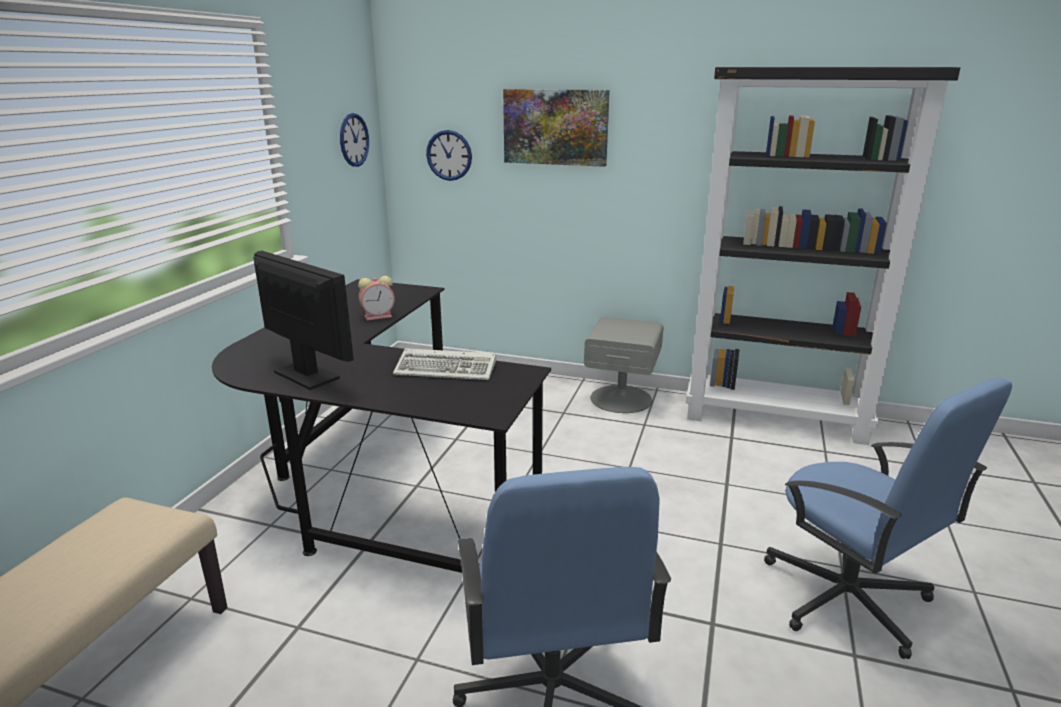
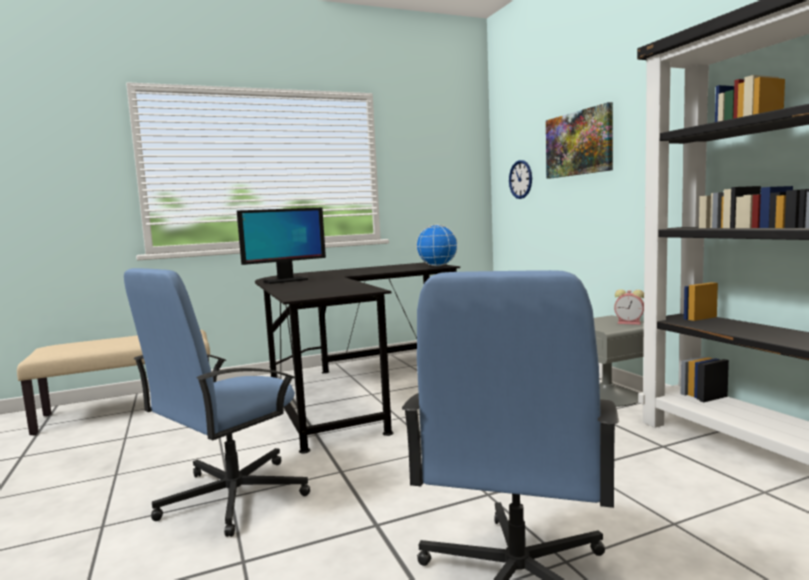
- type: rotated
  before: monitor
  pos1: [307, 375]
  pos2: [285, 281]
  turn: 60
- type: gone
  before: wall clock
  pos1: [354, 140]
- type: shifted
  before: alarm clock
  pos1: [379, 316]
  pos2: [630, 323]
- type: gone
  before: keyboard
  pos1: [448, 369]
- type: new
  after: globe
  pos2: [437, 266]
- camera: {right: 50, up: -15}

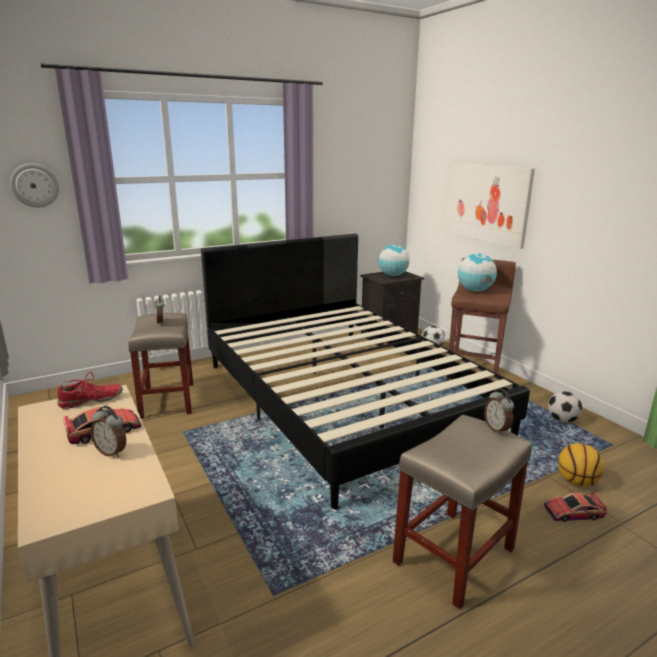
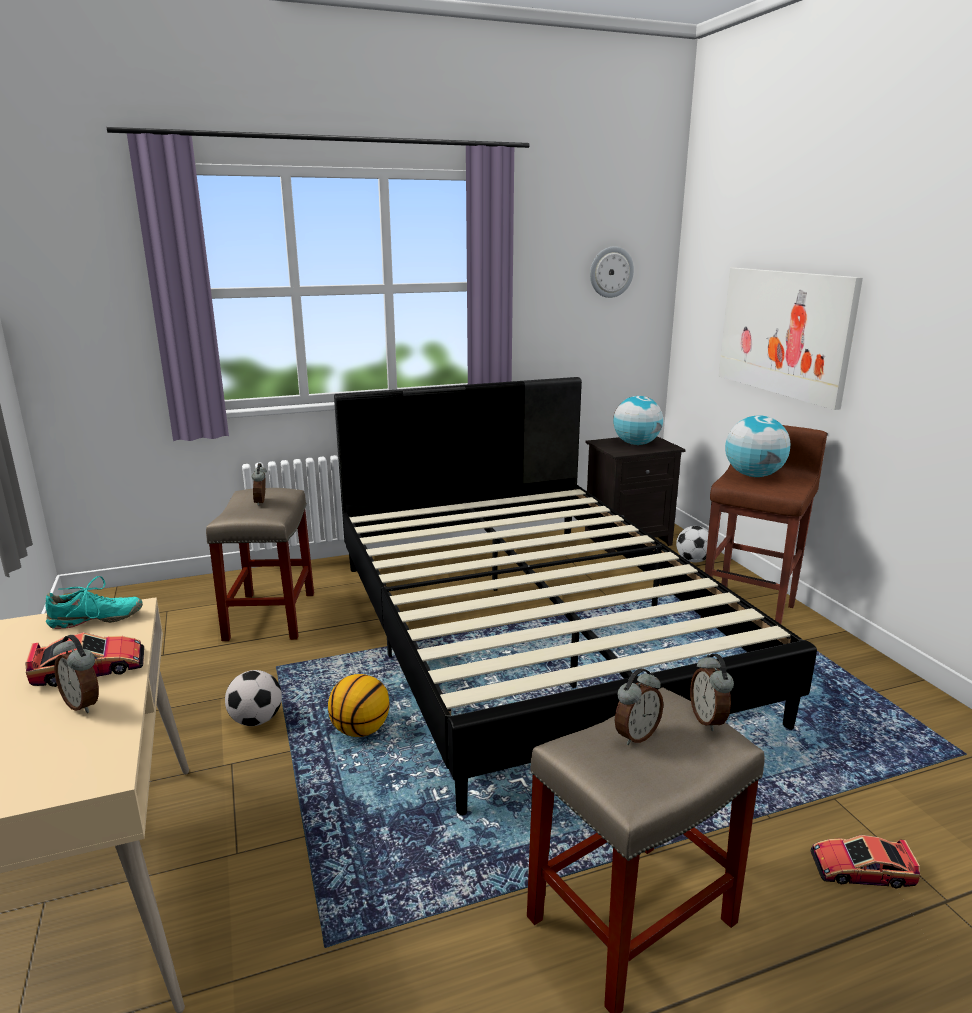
- type: shifted
  before: wall clock
  pos1: [35, 185]
  pos2: [611, 272]
- type: repainted
  before: red shoe
  after: turquoise shoe
  pos1: [91, 401]
  pos2: [96, 620]
- type: shifted
  before: football
  pos1: [562, 420]
  pos2: [256, 720]
- type: shifted
  before: basketball
  pos1: [577, 481]
  pos2: [361, 730]
- type: new
  after: alarm clock
  pos2: [635, 735]
- camera: {right: 10, up: 0}

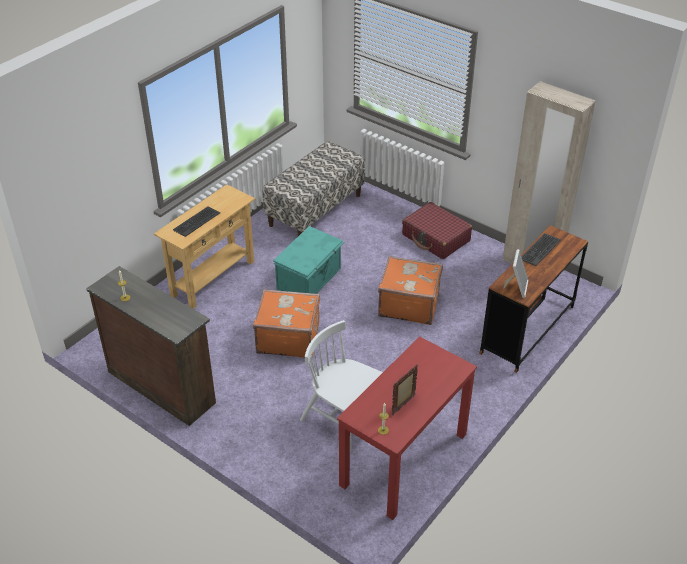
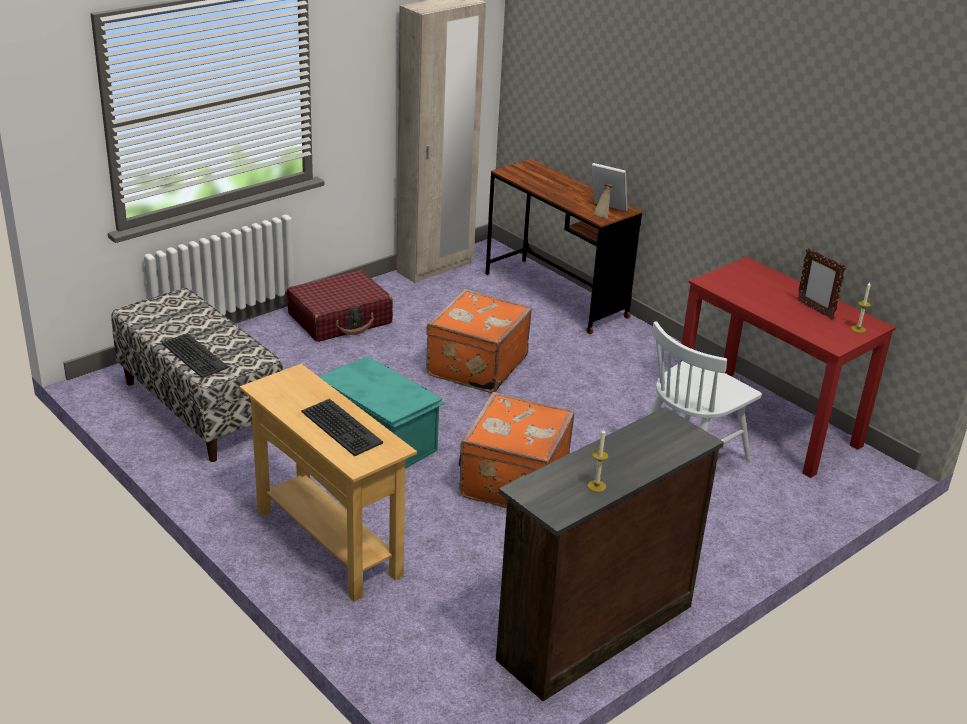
- type: shifted
  before: keyboard
  pos1: [539, 249]
  pos2: [194, 356]
- camera: {right: -80, up: -10}

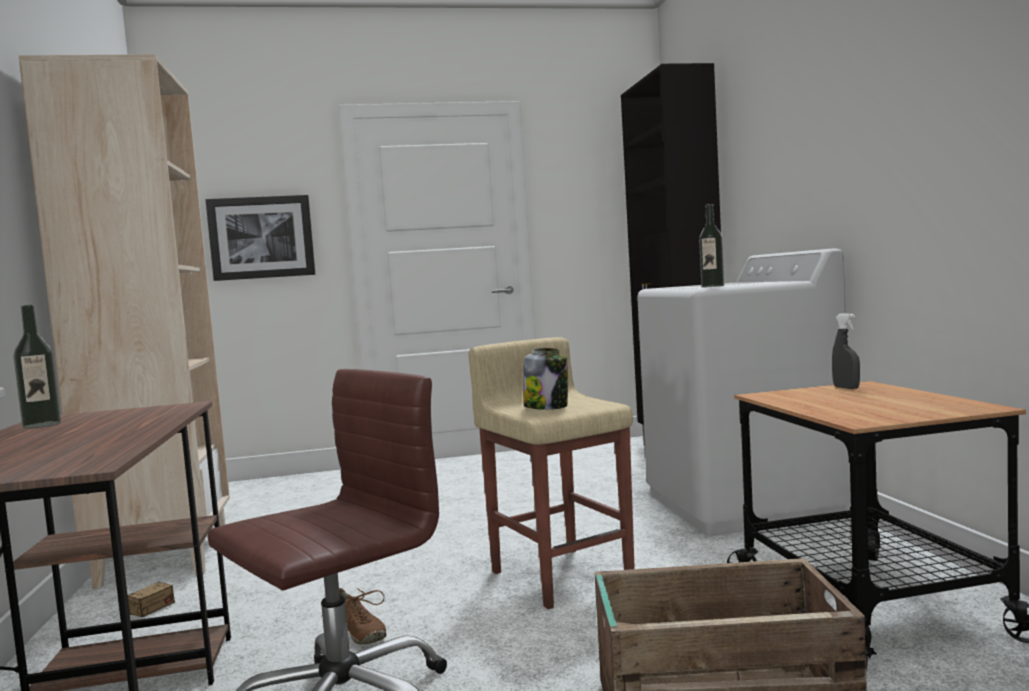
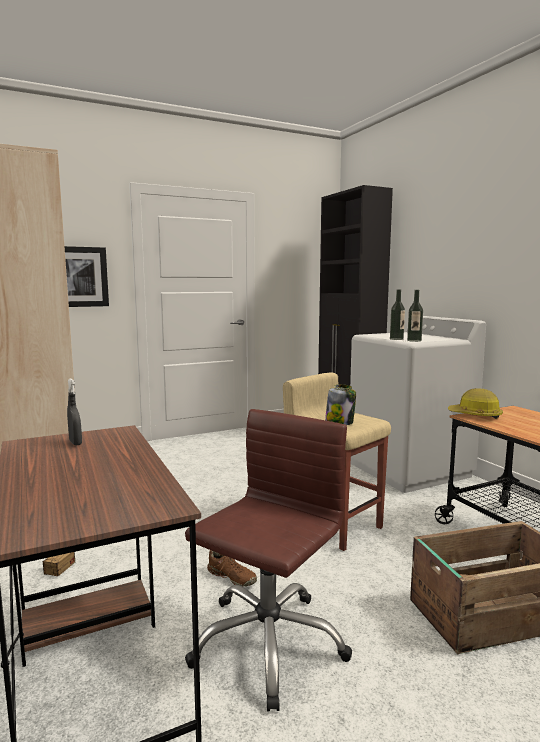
- type: shifted
  before: bottle
  pos1: [42, 425]
  pos2: [396, 339]
- type: shifted
  before: grey spray bottle
  pos1: [846, 388]
  pos2: [75, 443]
- type: new
  after: hard hat
  pos2: [475, 415]
- camera: {right: -15, up: 5}

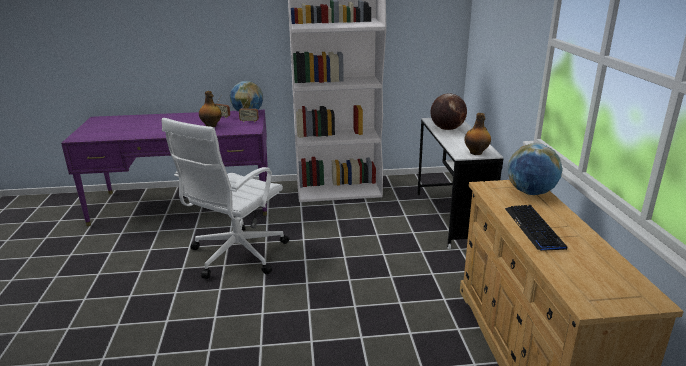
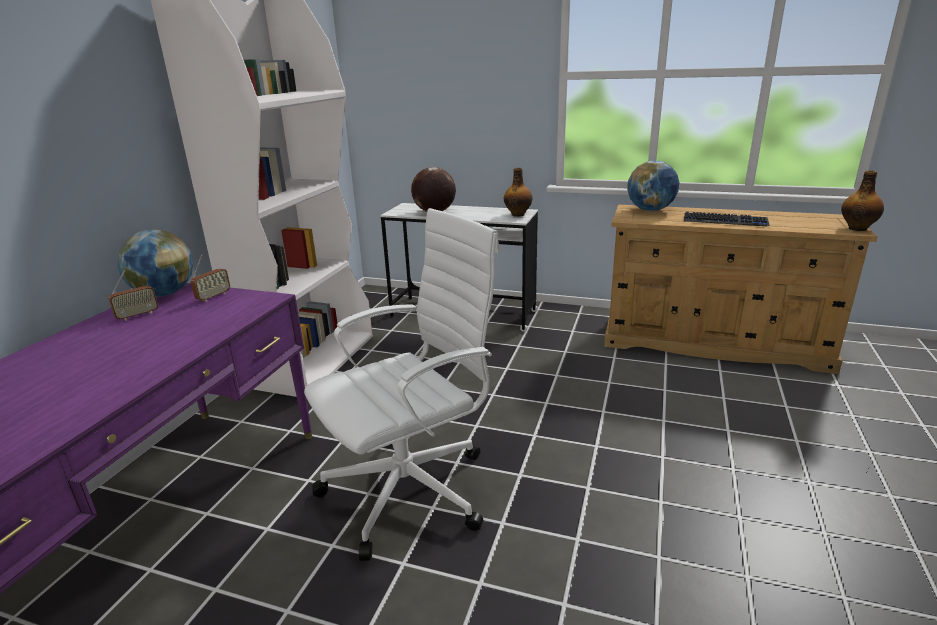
- type: rotated
  before: white office chair
  pos1: [236, 255]
  pos2: [412, 489]
  turn: -90
- type: shifted
  before: bottle
  pos1: [211, 126]
  pos2: [857, 228]
- camera: {right: -65, up: 0}

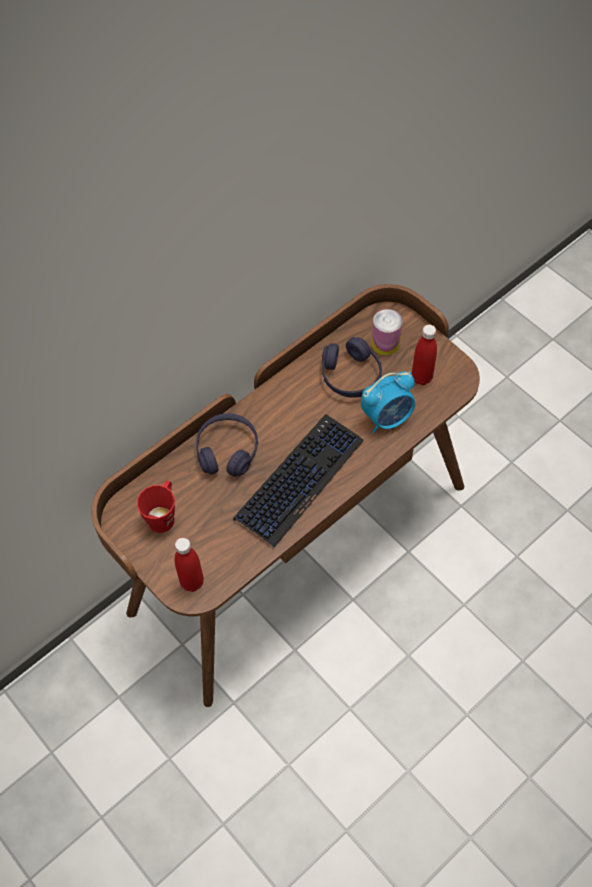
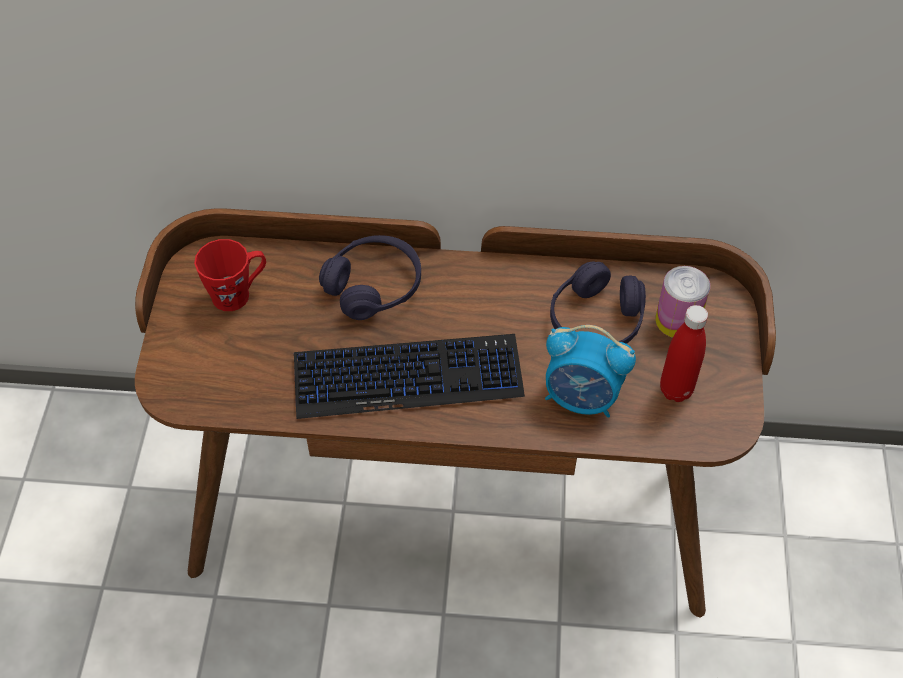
- type: gone
  before: red bottle
  pos1: [192, 582]
- camera: {right: 45, up: -5}

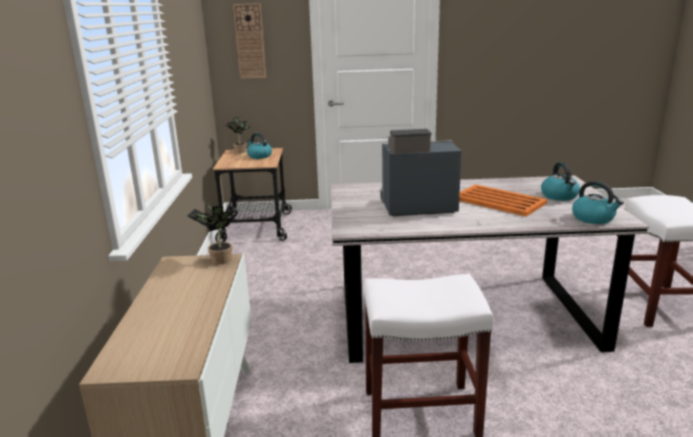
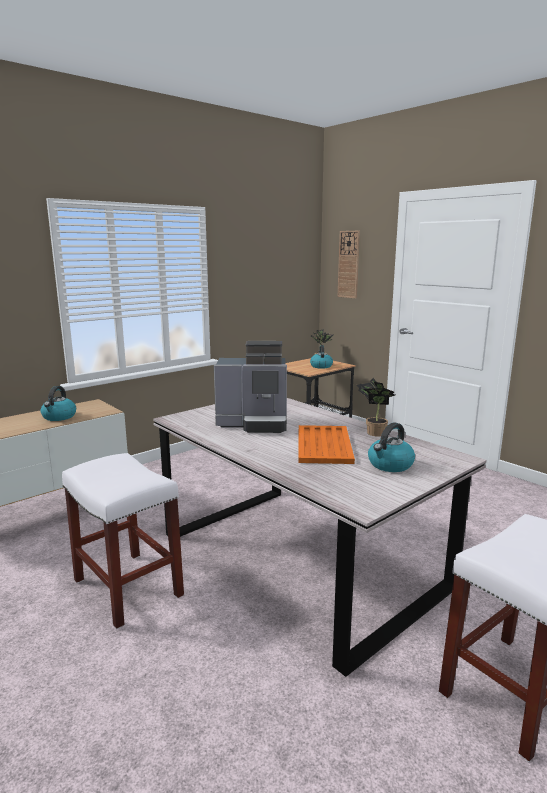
- type: shifted
  before: potted plant
  pos1: [218, 260]
  pos2: [373, 432]
- type: rotated
  before: coffee machine
  pos1: [415, 207]
  pos2: [255, 423]
  turn: 135
- type: shifted
  before: kettle
  pos1: [593, 218]
  pos2: [59, 417]
- camera: {right: 50, up: -5}

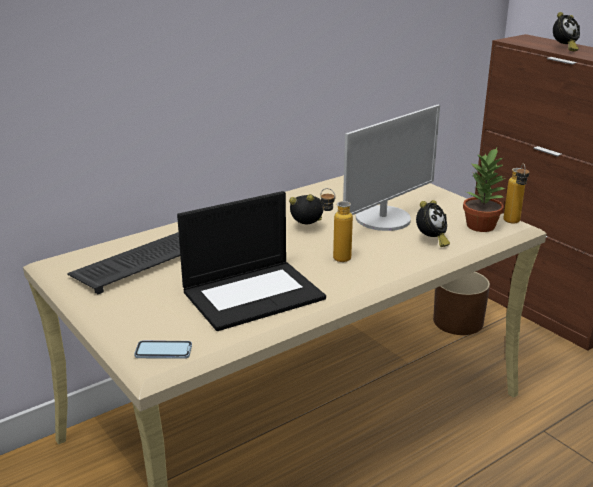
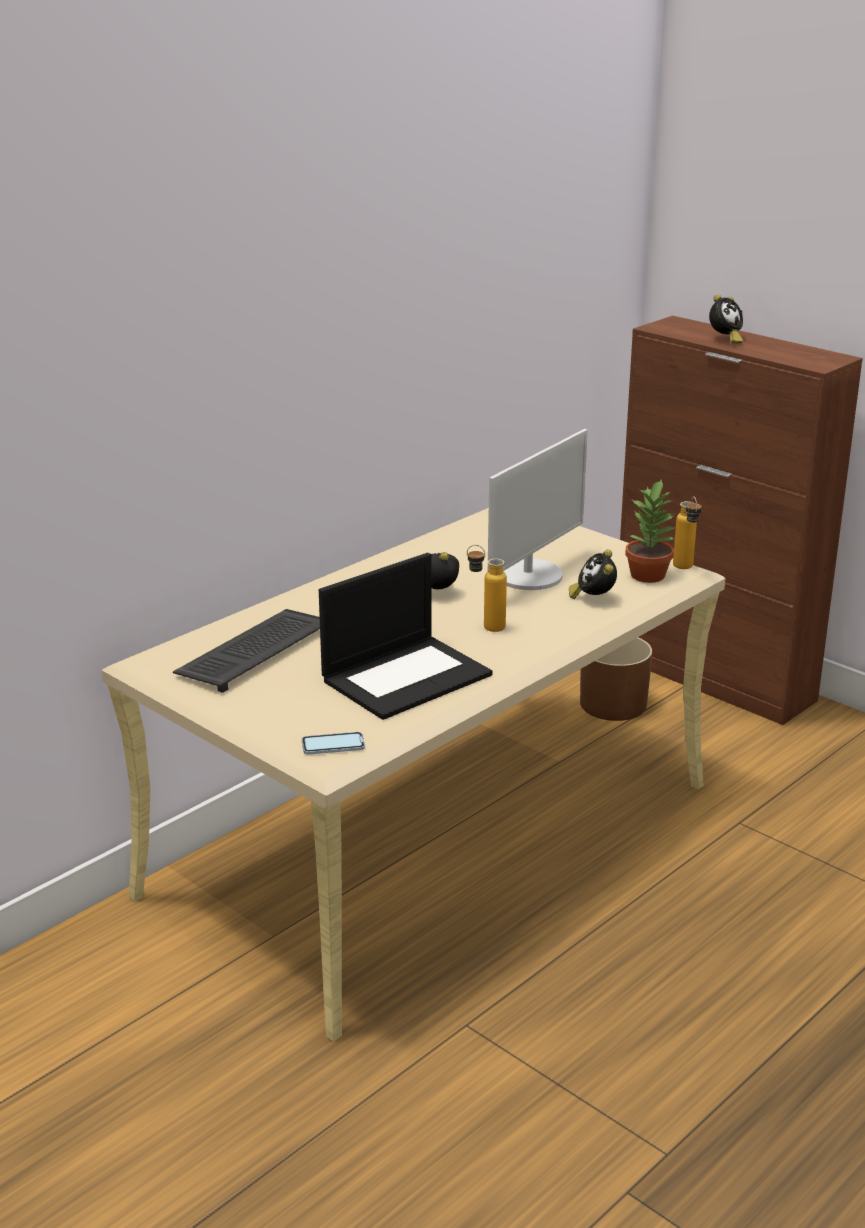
- type: rotated
  before: alarm clock
  pos1: [431, 241]
  pos2: [593, 598]
  turn: 150
- camera: {right: -10, up: 0}

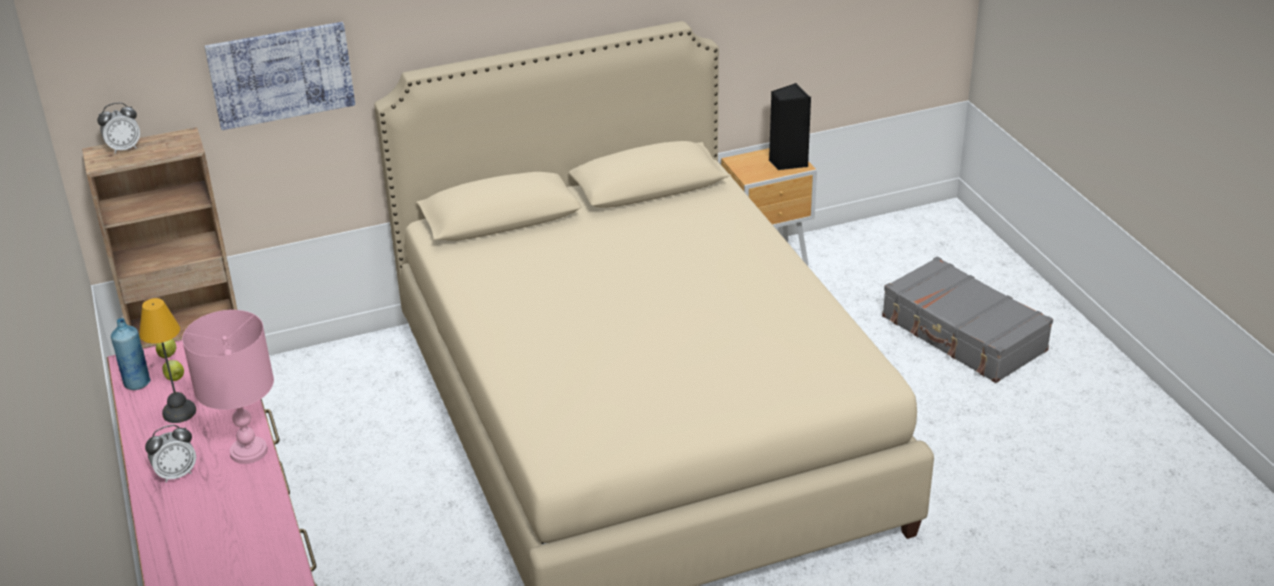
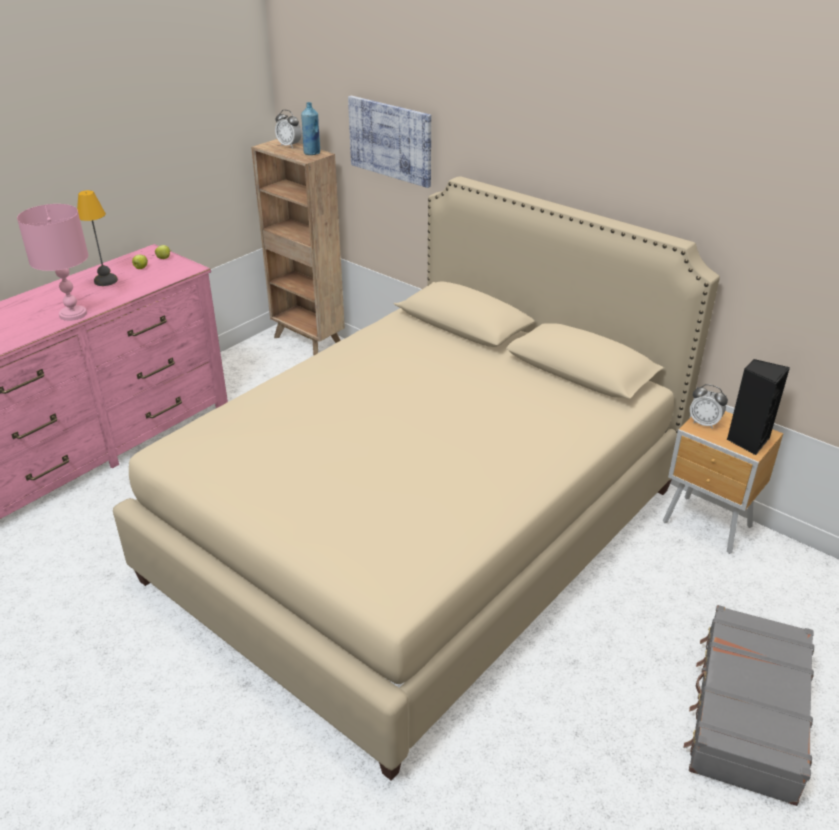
- type: shifted
  before: blue bottle
  pos1: [137, 383]
  pos2: [312, 153]
- type: shifted
  before: alarm clock
  pos1: [176, 474]
  pos2: [704, 423]
- camera: {right: 60, up: 0}

